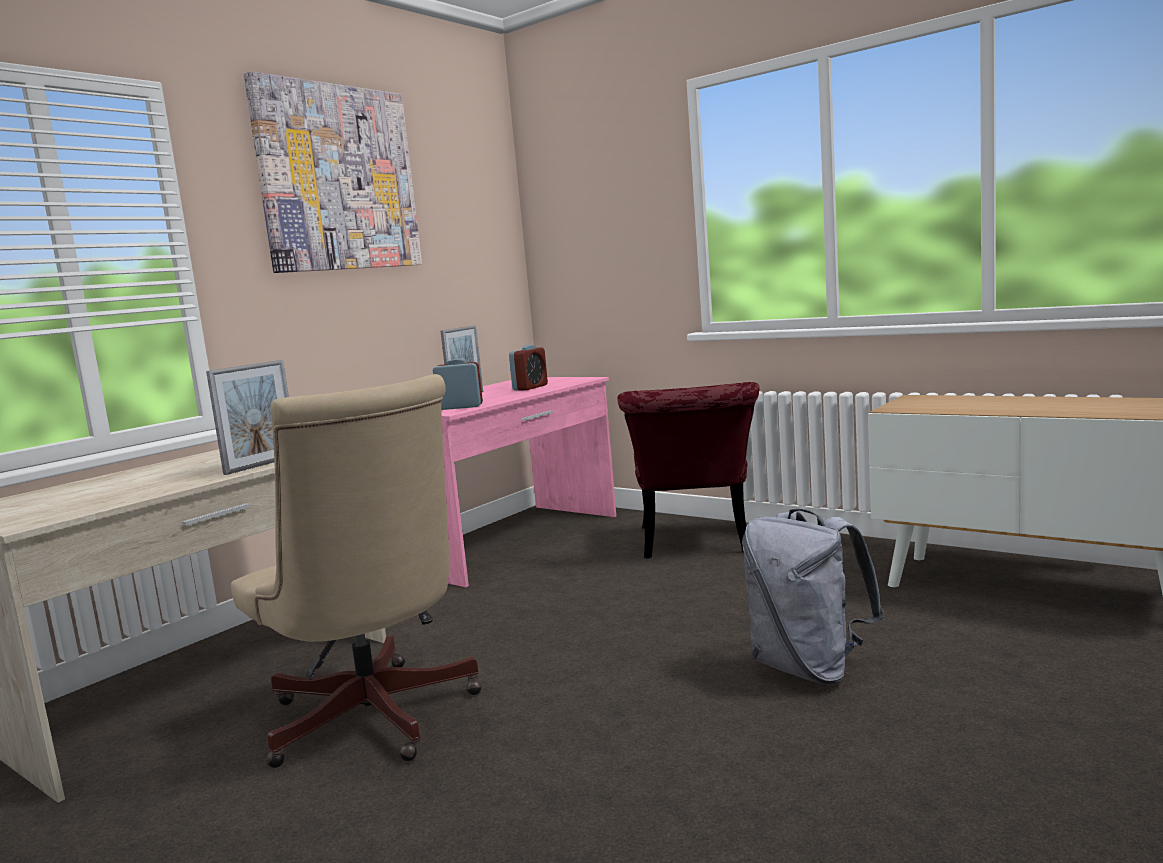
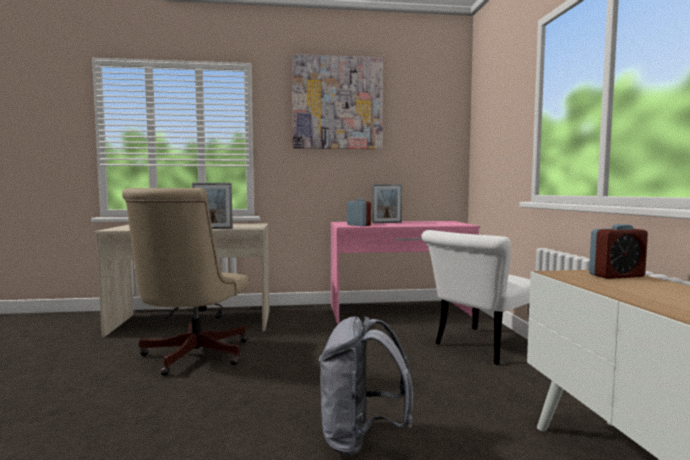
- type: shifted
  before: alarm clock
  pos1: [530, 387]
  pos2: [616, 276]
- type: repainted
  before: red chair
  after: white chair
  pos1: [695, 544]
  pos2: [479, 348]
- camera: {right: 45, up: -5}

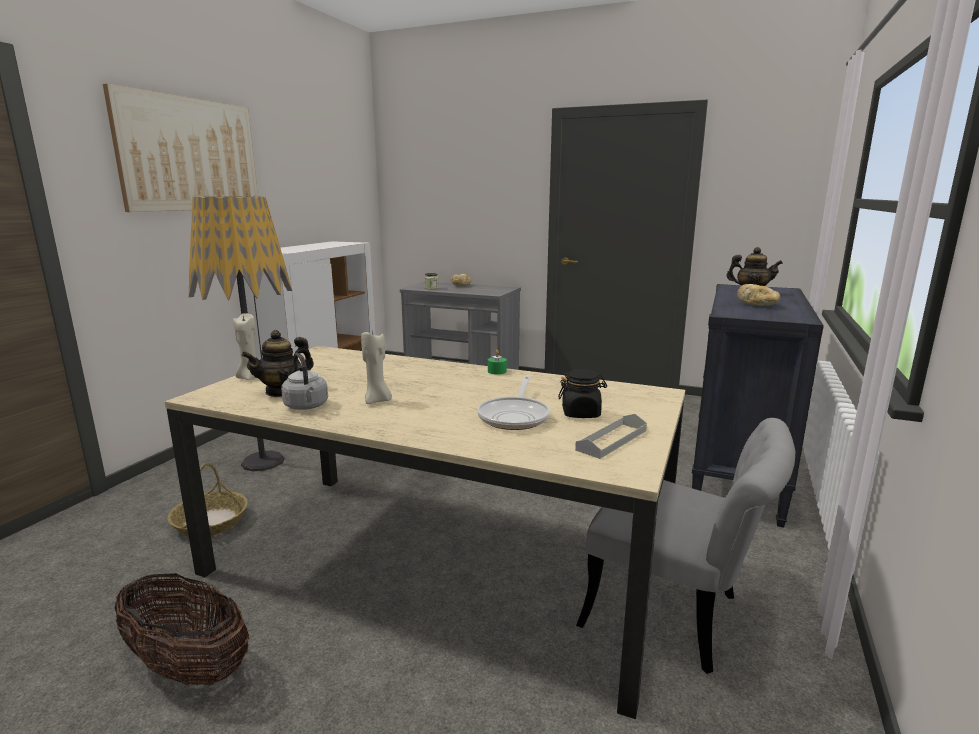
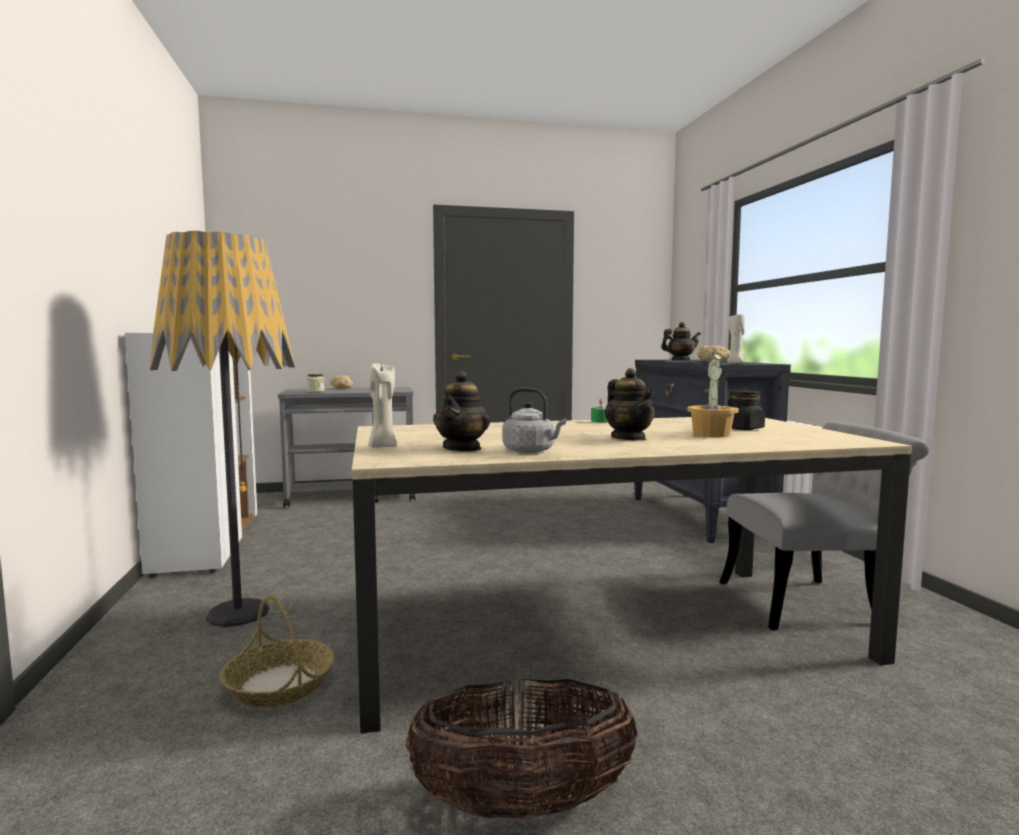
- type: gone
  before: picture
  pos1: [190, 155]
- type: shifted
  before: beige candle
  pos1: [377, 401]
  pos2: [735, 363]
- type: swapped
  before: frying pan
  after: potted plant
  pos1: [515, 416]
  pos2: [711, 434]
- type: gone
  before: grey tray
  pos1: [612, 440]
- type: new
  after: teapot
  pos2: [629, 438]
- camera: {right: -35, up: -10}

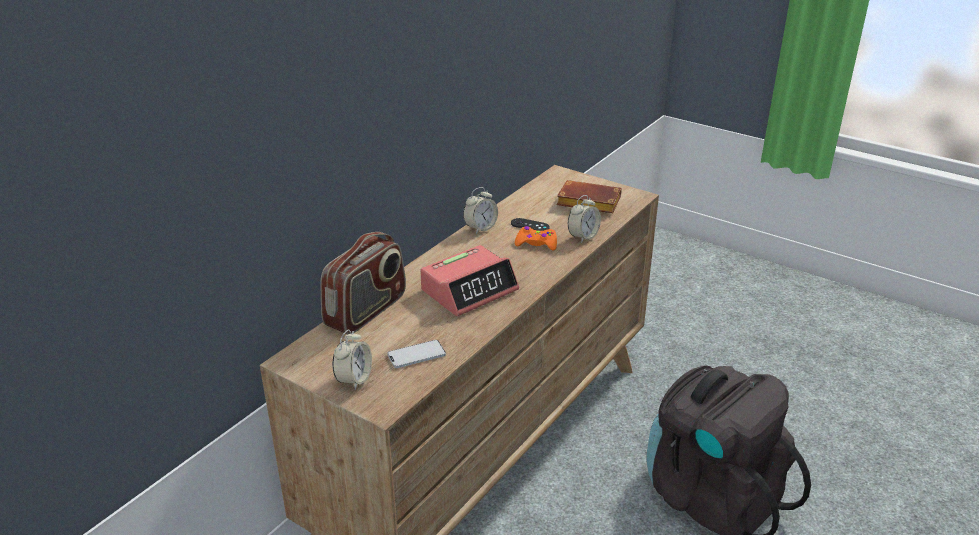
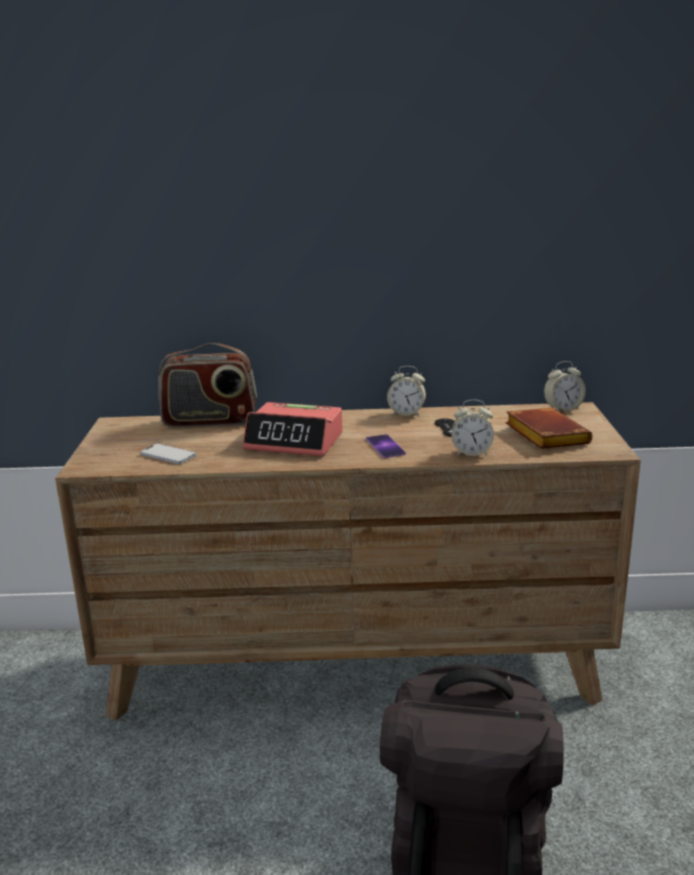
- type: shifted
  before: alarm clock
  pos1: [354, 379]
  pos2: [563, 409]
- type: gone
  before: orange game controller
  pos1: [536, 243]
- type: new
  after: phone
  pos2: [385, 446]
- camera: {right: 55, up: -10}

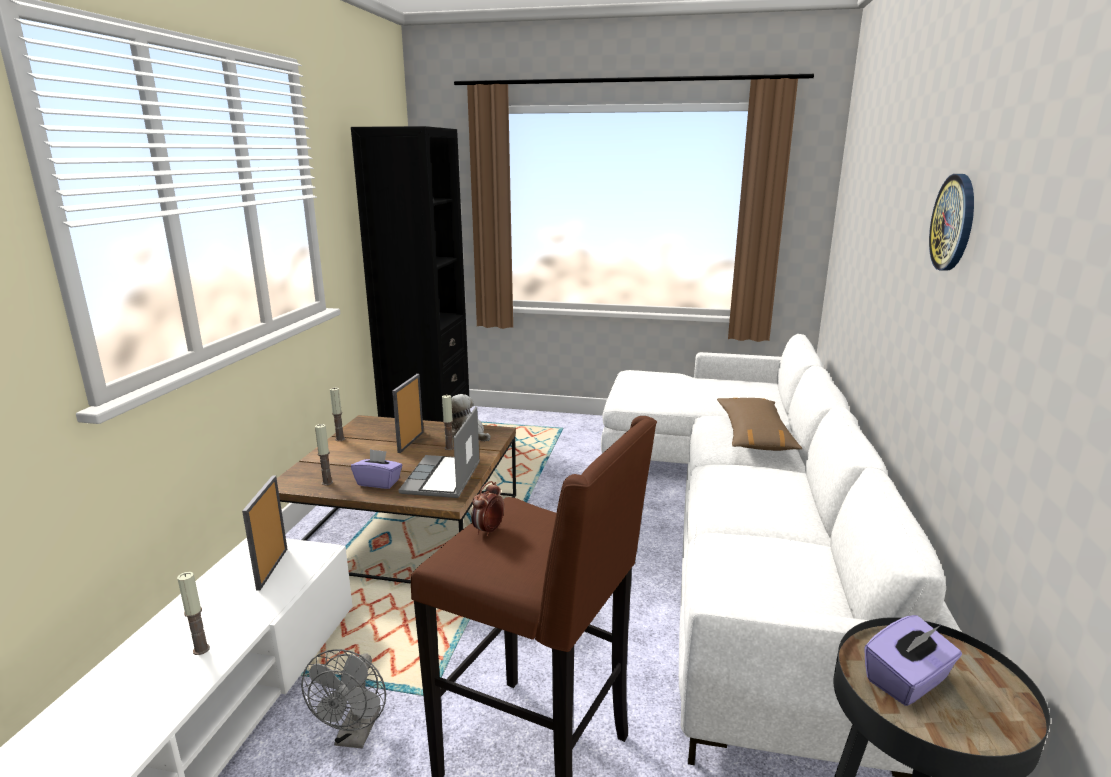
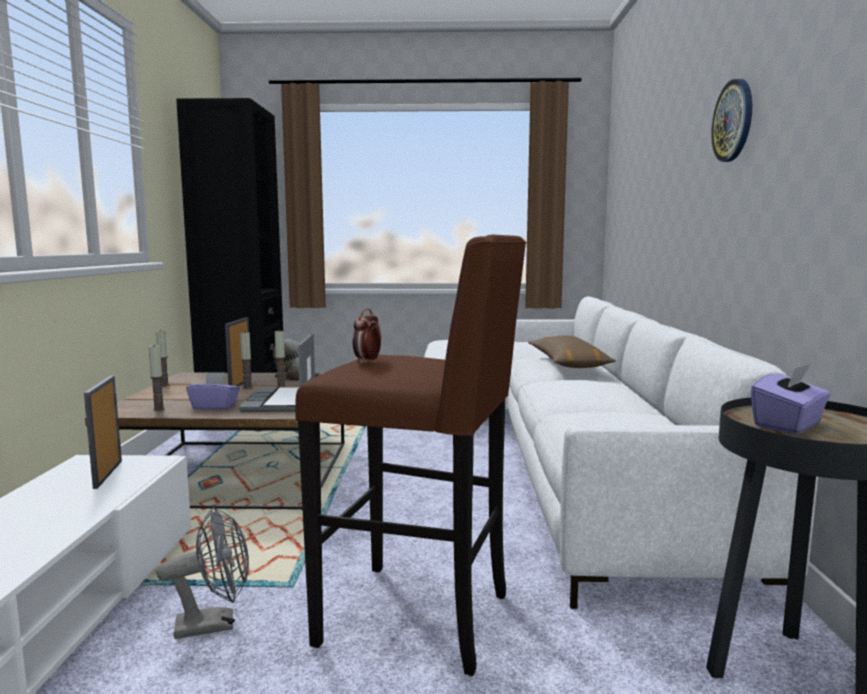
- type: shifted
  before: candle
  pos1: [201, 649]
  pos2: [247, 388]
- type: rotated
  before: grey fan
  pos1: [355, 735]
  pos2: [215, 624]
  turn: -105
- camera: {right: -10, up: -10}

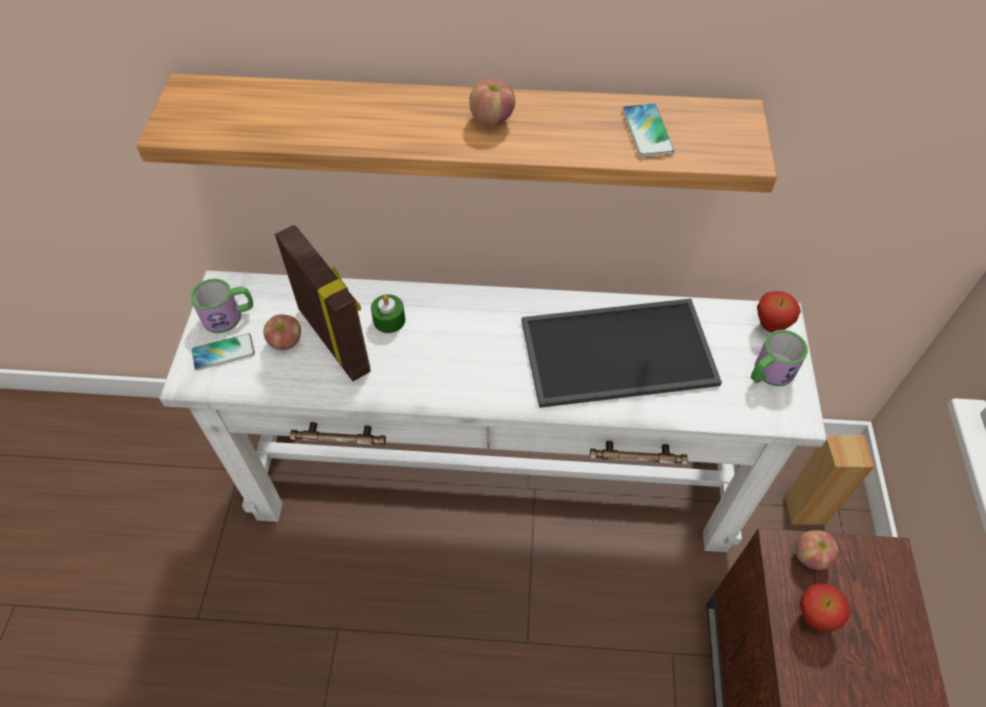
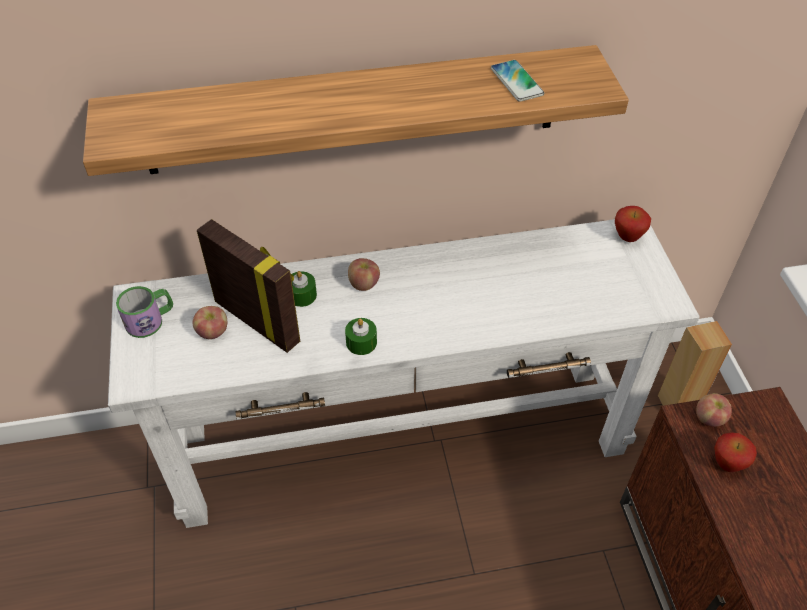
- type: gone
  before: phone
  pos1: [223, 352]
- type: shifted
  before: apple
  pos1: [491, 119]
  pos2: [363, 284]
- type: gone
  before: tray
  pos1: [616, 355]
- type: gone
  before: mug
  pos1: [769, 373]
- type: new
  after: green candle
  pos2: [361, 342]
- camera: {right: -15, up: -5}

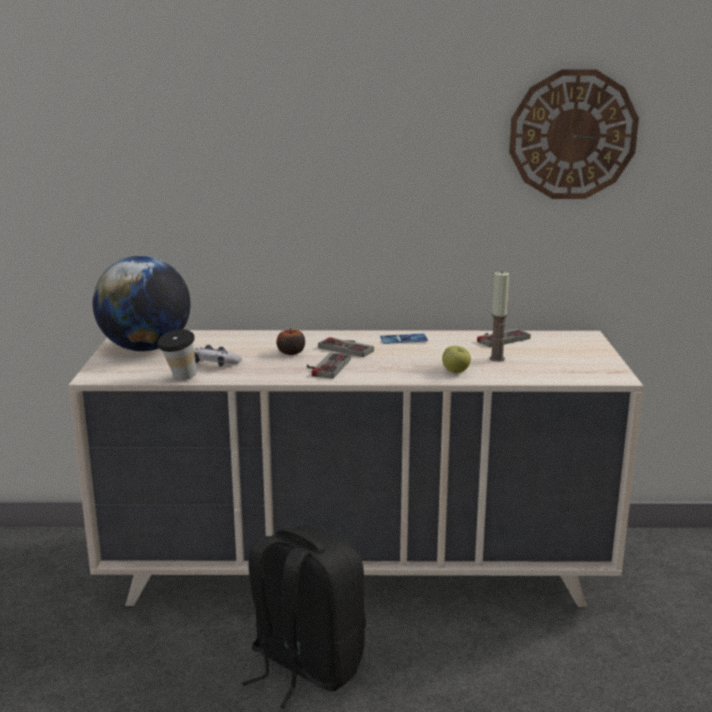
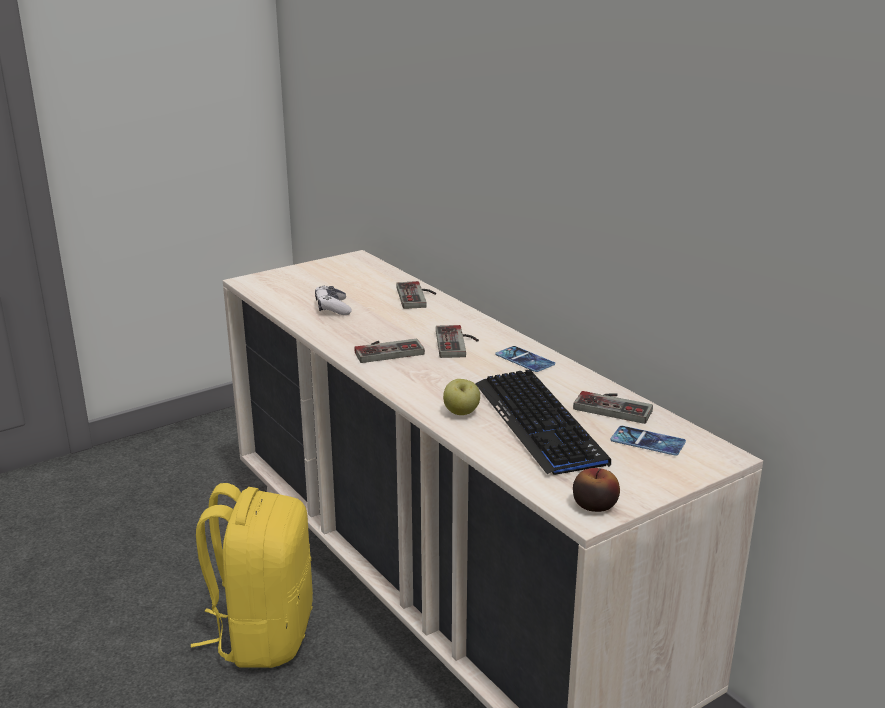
- type: gone
  before: globe
  pos1: [146, 348]
- type: gone
  before: cup
  pos1: [179, 379]
- type: repainted
  before: black backpack
  after: yellow backpack
  pos1: [304, 666]
  pos2: [263, 634]
- type: shifted
  before: apple
  pos1: [291, 352]
  pos2: [594, 505]
- type: swapped
  before: candle
  after: keyboard
  pos1: [496, 359]
  pos2: [539, 423]
- type: gone
  before: wall clock
  pos1: [572, 135]
- type: new
  after: game controller
  pos2: [418, 297]
- type: new
  after: phone
  pos2: [647, 441]
- camera: {right: 55, up: 5}

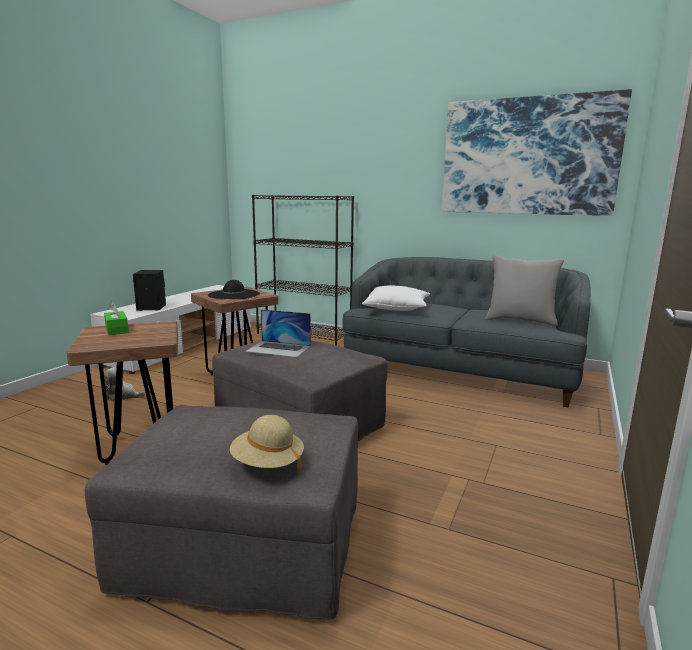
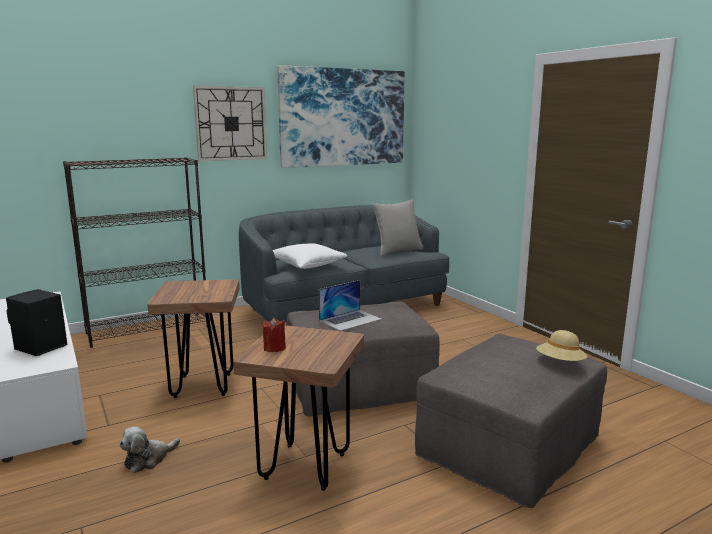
- type: swapped
  before: green tissue box
  after: red candle
  pos1: [117, 330]
  pos2: [274, 348]
- type: gone
  before: black hat
  pos1: [234, 294]
- type: new
  after: wall clock
  pos2: [231, 123]
- camera: {right: -55, up: 0}

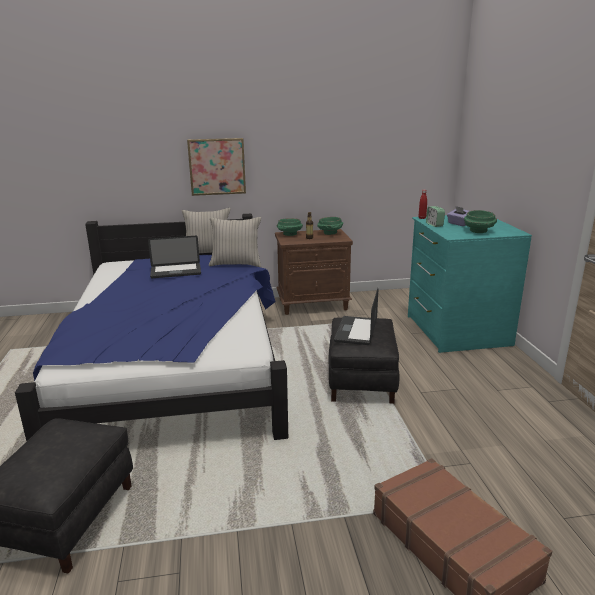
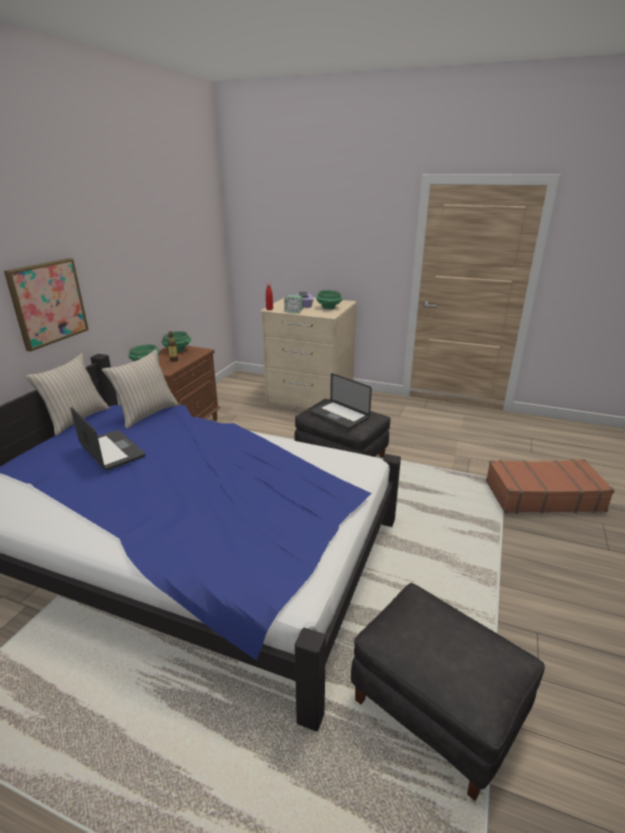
- type: rotated
  before: laptop
  pos1: [176, 271]
  pos2: [112, 451]
  turn: -60
- type: repainted
  before: turquoise dresser
  after: beige dresser
  pos1: [456, 330]
  pos2: [310, 395]
- camera: {right: -60, up: 5}

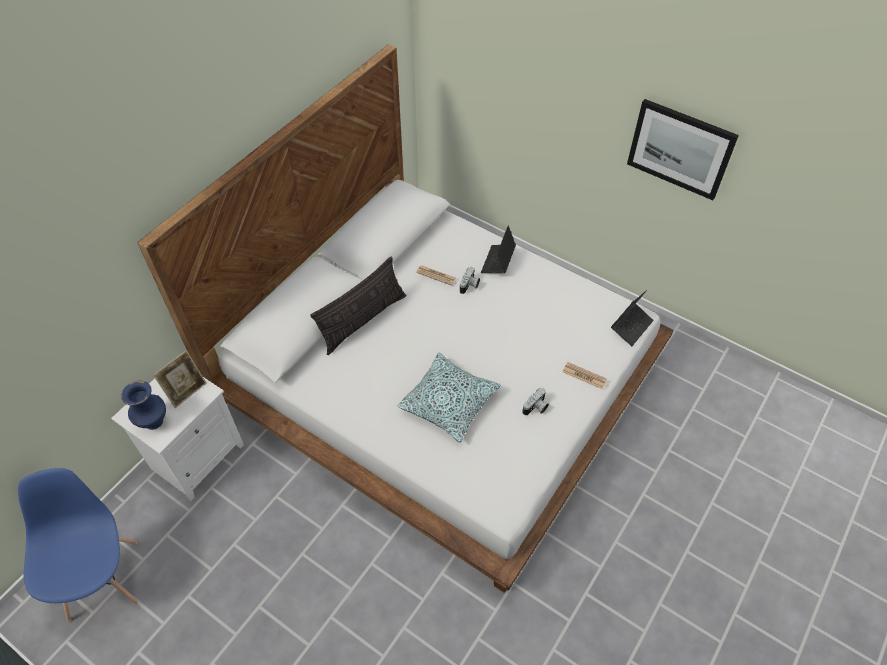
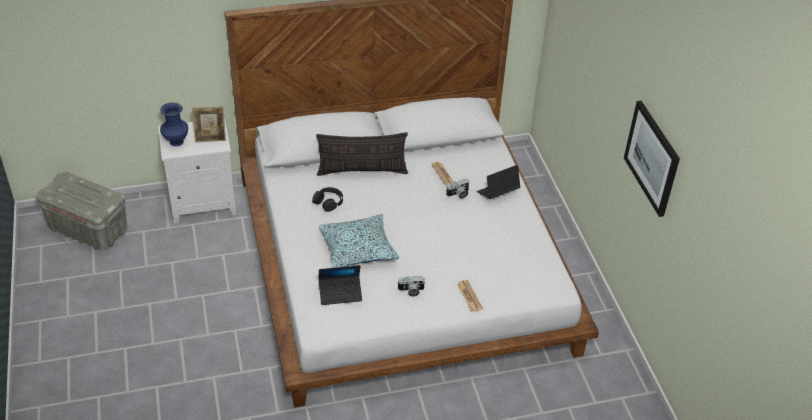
- type: swapped
  before: blue chair
  after: grey storage box
  pos1: [103, 579]
  pos2: [89, 229]
- type: shifted
  before: laptop
  pos1: [631, 326]
  pos2: [340, 293]
- type: new
  after: black headphones
  pos2: [328, 202]
- camera: {right: 40, up: -10}

